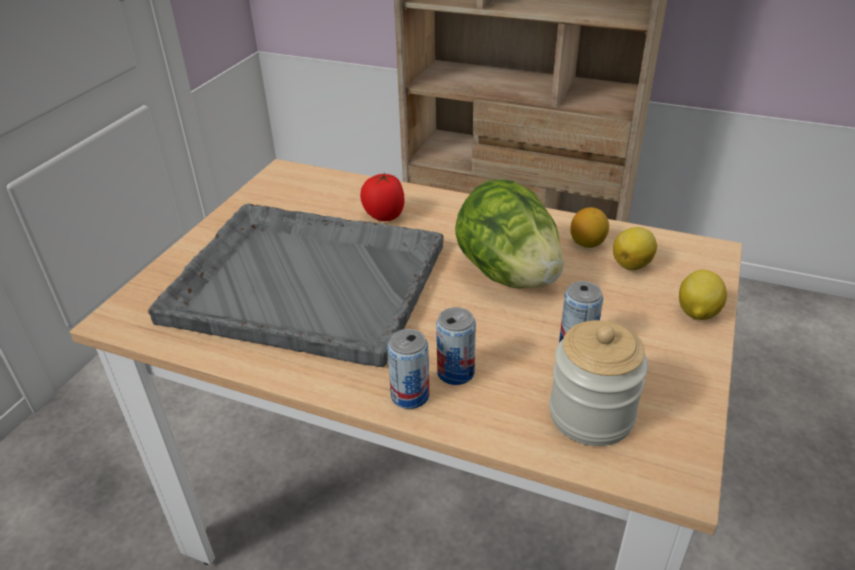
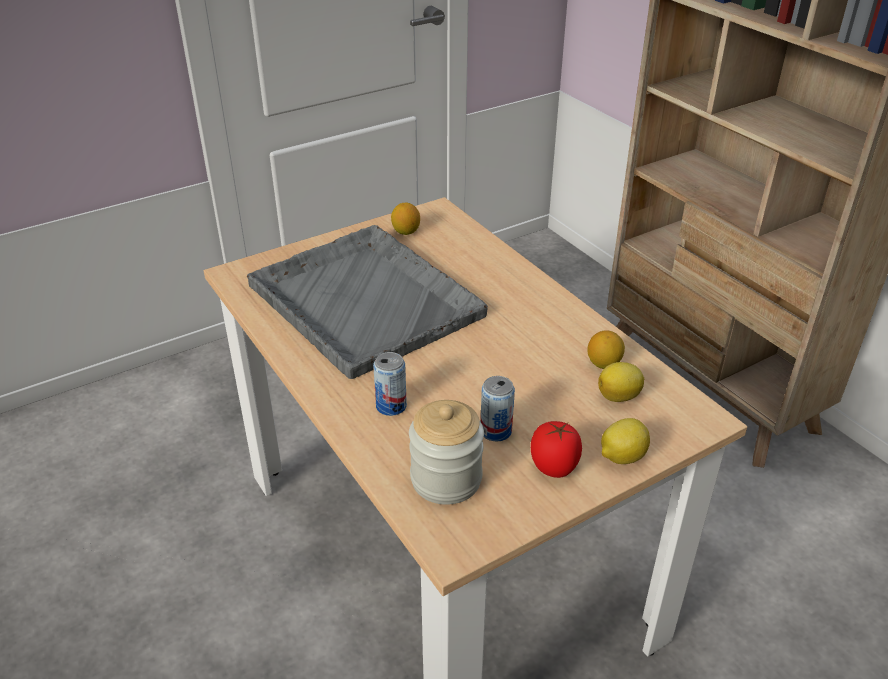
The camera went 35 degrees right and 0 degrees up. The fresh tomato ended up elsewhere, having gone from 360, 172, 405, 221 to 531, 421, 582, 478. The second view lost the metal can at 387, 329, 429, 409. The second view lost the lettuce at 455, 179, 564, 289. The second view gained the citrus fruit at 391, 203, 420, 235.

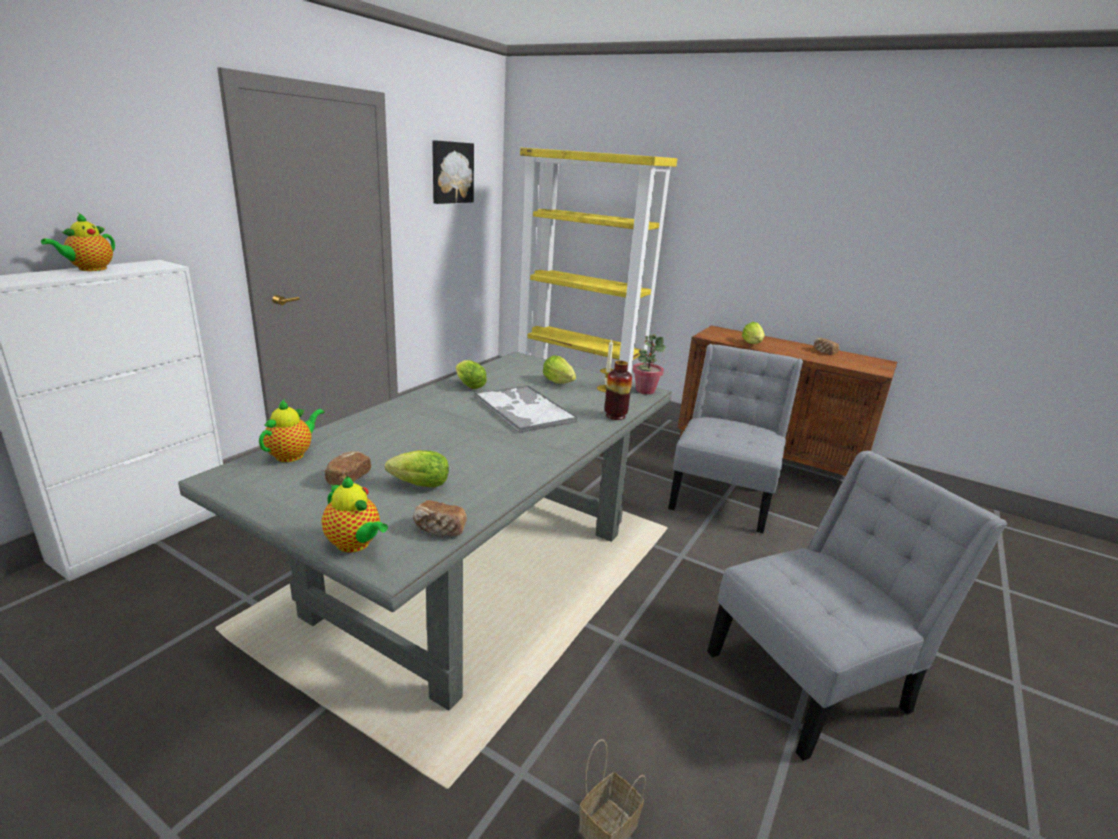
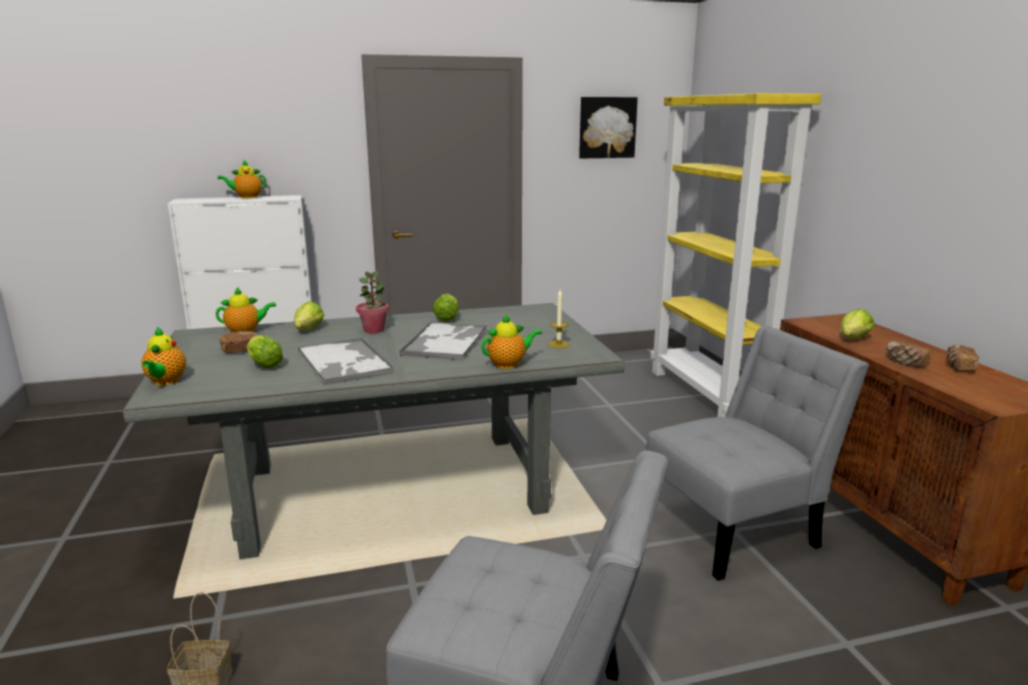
The camera went 45 degrees right and 5 degrees down. The baked bread ended up elsewhere, having gone from 413, 500, 467, 536 to 886, 341, 931, 367. The lettuce ended up elsewhere, having gone from 543, 355, 576, 384 to 294, 301, 324, 330. Where the decorative vase stood at 604, 361, 632, 420, the tea pot came to stand at 481, 314, 542, 369. The plant in a pot ended up elsewhere, having gone from 633, 334, 666, 394 to 356, 271, 389, 333. The second view gained the tray at 298, 338, 394, 385.

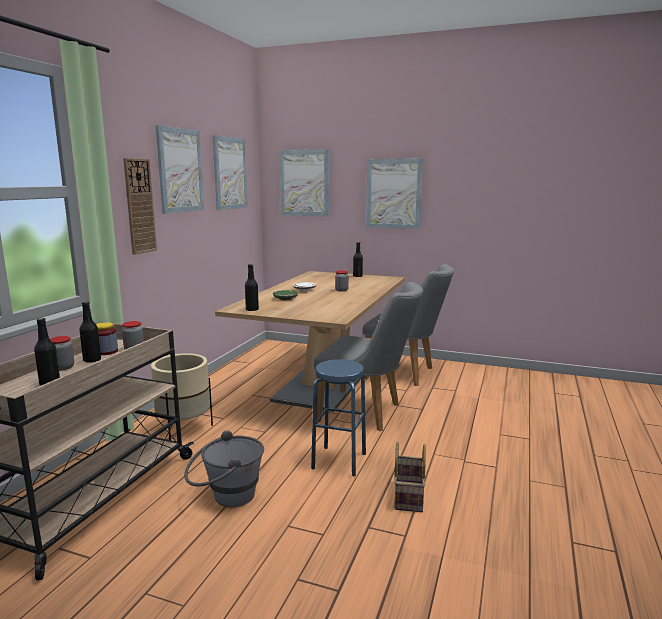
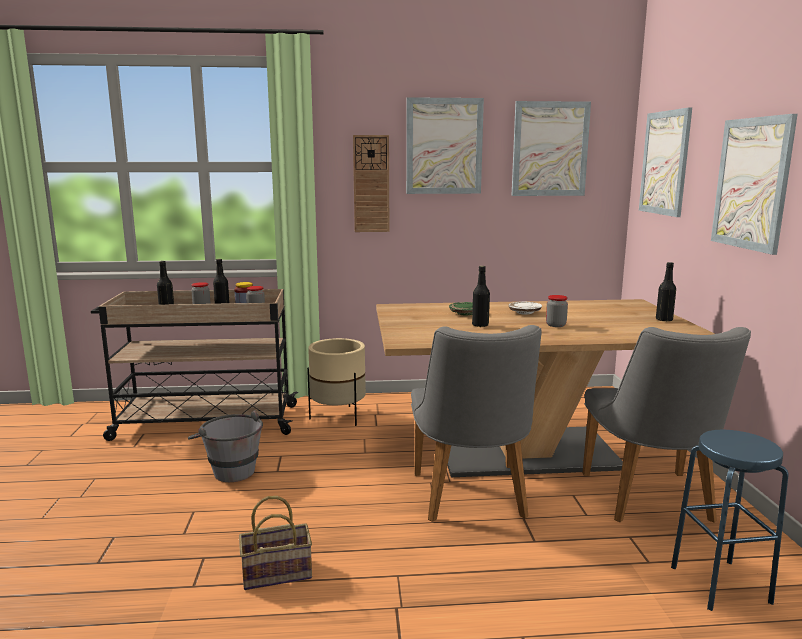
The camera went 65 degrees right and 0 degrees up. The drink bottle in blackish ended up elsewhere, having gone from 245, 264, 259, 311 to 472, 266, 490, 327. The stool in blue-coloured ended up elsewhere, having gone from 311, 359, 366, 476 to 671, 429, 789, 611.

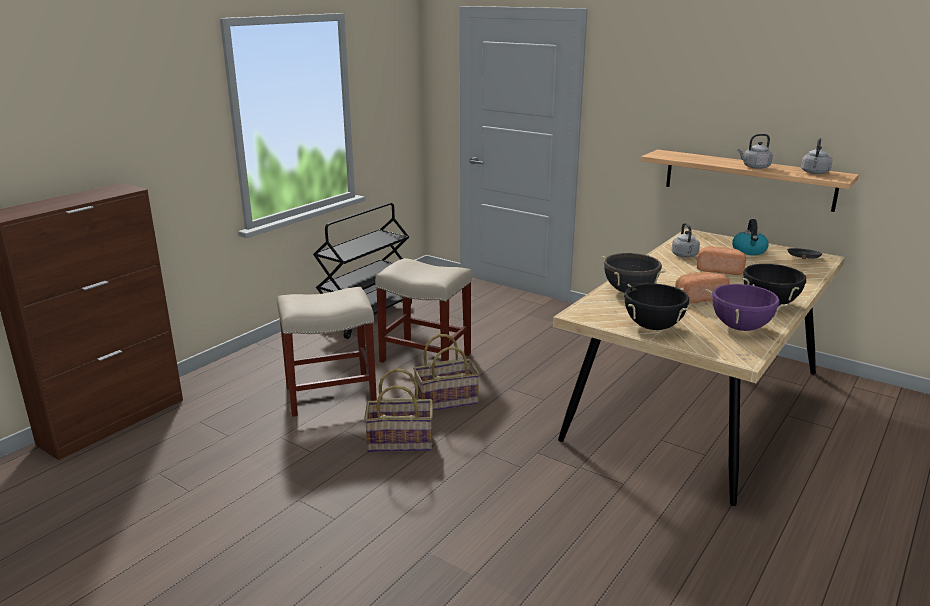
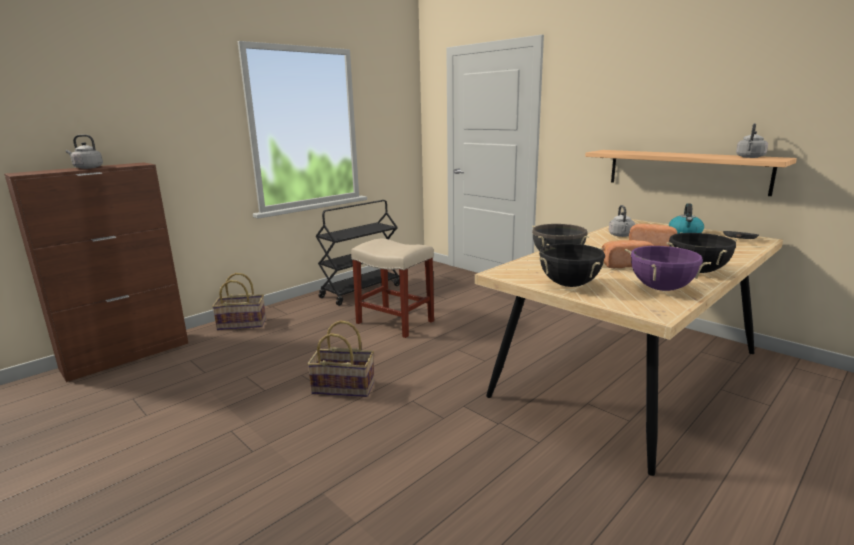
The camera went 10 degrees right and 5 degrees down. The second view lost the stool in sand-coloured at 277, 287, 377, 417. The household basket ended up elsewhere, having gone from 413, 334, 480, 411 to 212, 273, 266, 330. The tea kettle in gray ended up elsewhere, having gone from 738, 134, 773, 169 to 66, 134, 103, 169.

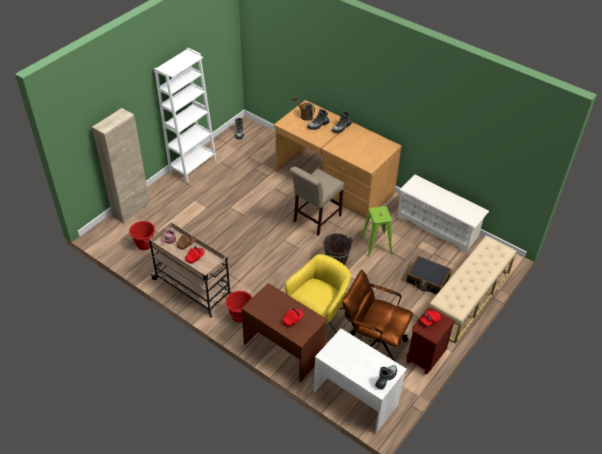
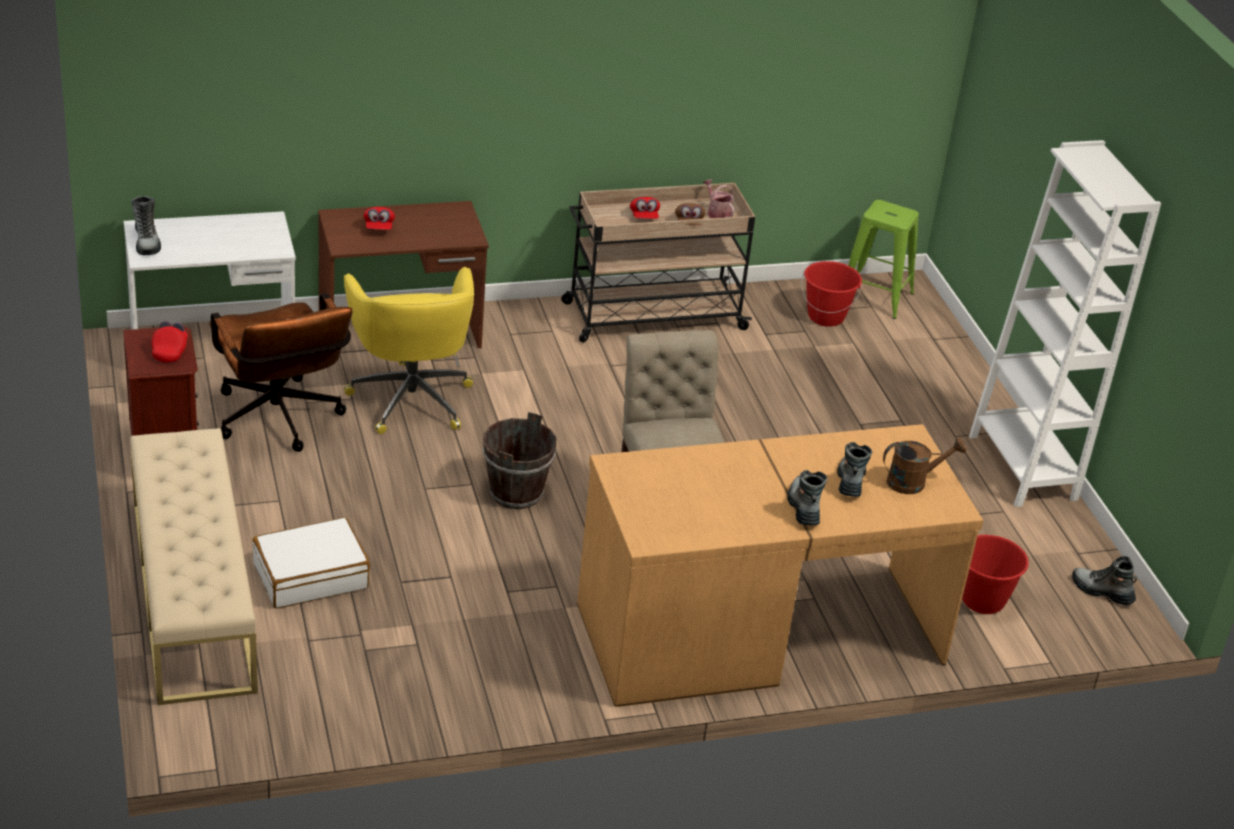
The camera went 125 degrees right and 10 degrees down. The second view lost the cabinet in sand-coloured at 92, 108, 150, 223. The pail in reddish ended up elsewhere, having gone from 225, 291, 253, 323 to 962, 535, 1029, 614. The computer chair in brown-coloured at 342, 270, 413, 361 ended up facing another way, 90 degrees clockwise from before. The stool in green ended up elsewhere, having gone from 361, 206, 392, 257 to 848, 200, 919, 319. The second view lost the shoe shelf in white at 397, 175, 489, 253. What was the piece of luggage in blackish at 406, 256, 451, 295 turned into the piece of luggage in white at 253, 517, 370, 609.

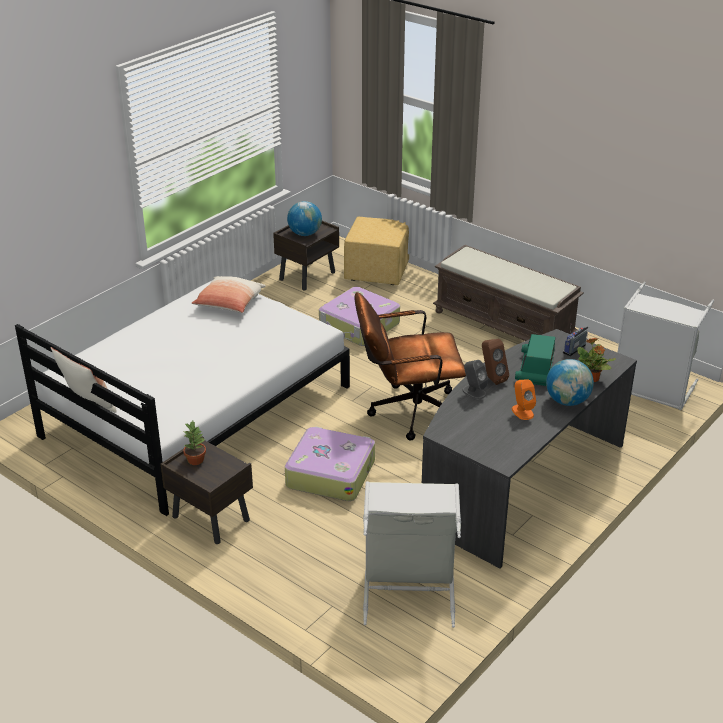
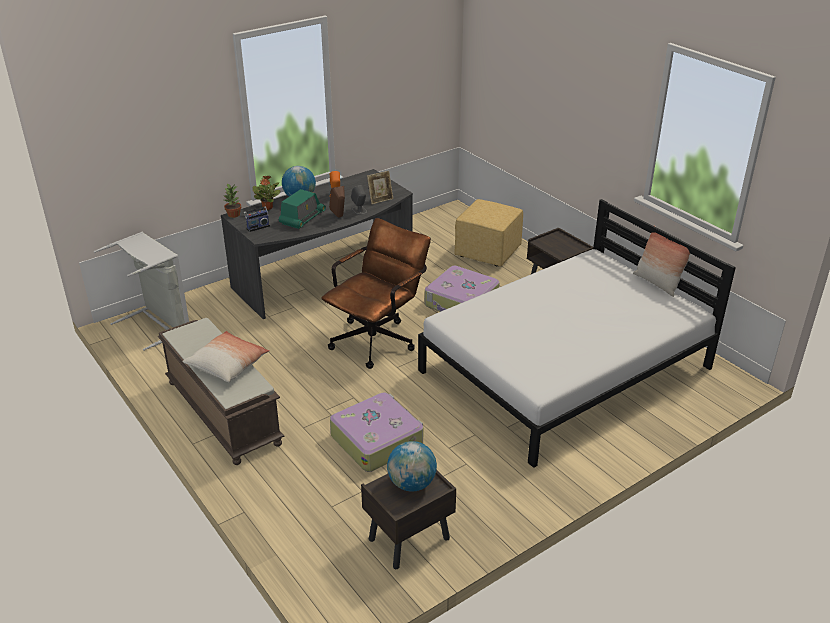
The camera went 165 degrees left and 0 degrees up. The plant in a pot ended up elsewhere, having gone from 183, 421, 206, 465 to 224, 183, 241, 218. The throw pillow ended up elsewhere, having gone from 192, 276, 266, 313 to 182, 331, 270, 382. The footrest in yellow ended up elsewhere, having gone from 344, 217, 409, 285 to 454, 199, 523, 266. The computer chair in brown-coloured at 354, 292, 466, 441 ended up facing another way, 60 degrees counterclockwise from before. The second view lost the hamper in gray at 363, 481, 461, 628. The second view gained the picture frame at 367, 171, 393, 204.

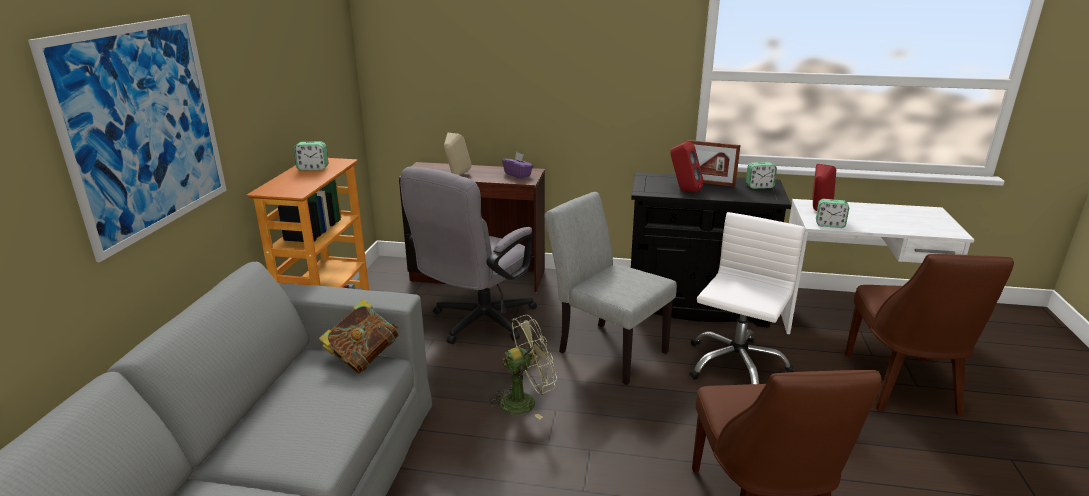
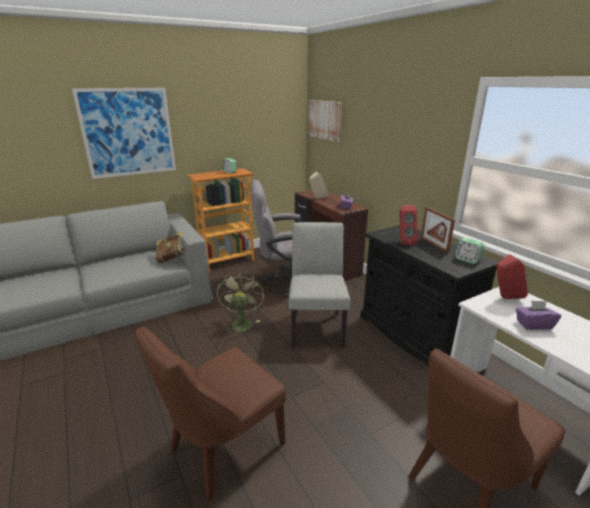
The camera went 50 degrees right and 0 degrees up. The cooling fan in green at 488, 315, 557, 419 ended up facing another way, 120 degrees counterclockwise from before. The second view lost the computer chair in white at 690, 212, 805, 384. The second view lost the bedside clock at 816, 199, 849, 228. The second view gained the wall picture at 308, 100, 342, 142. The second view gained the tissue holder in purple at 516, 300, 561, 330.

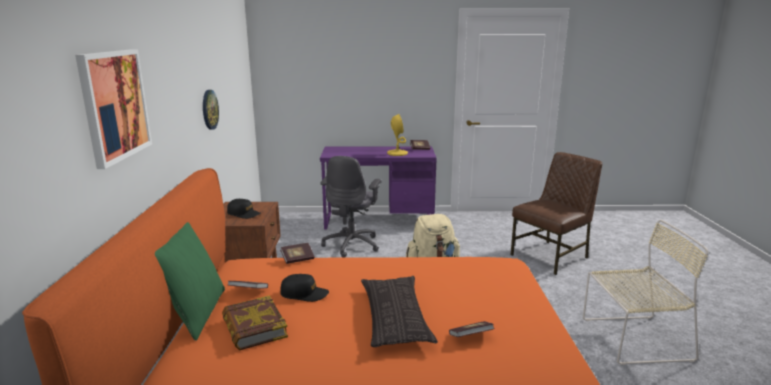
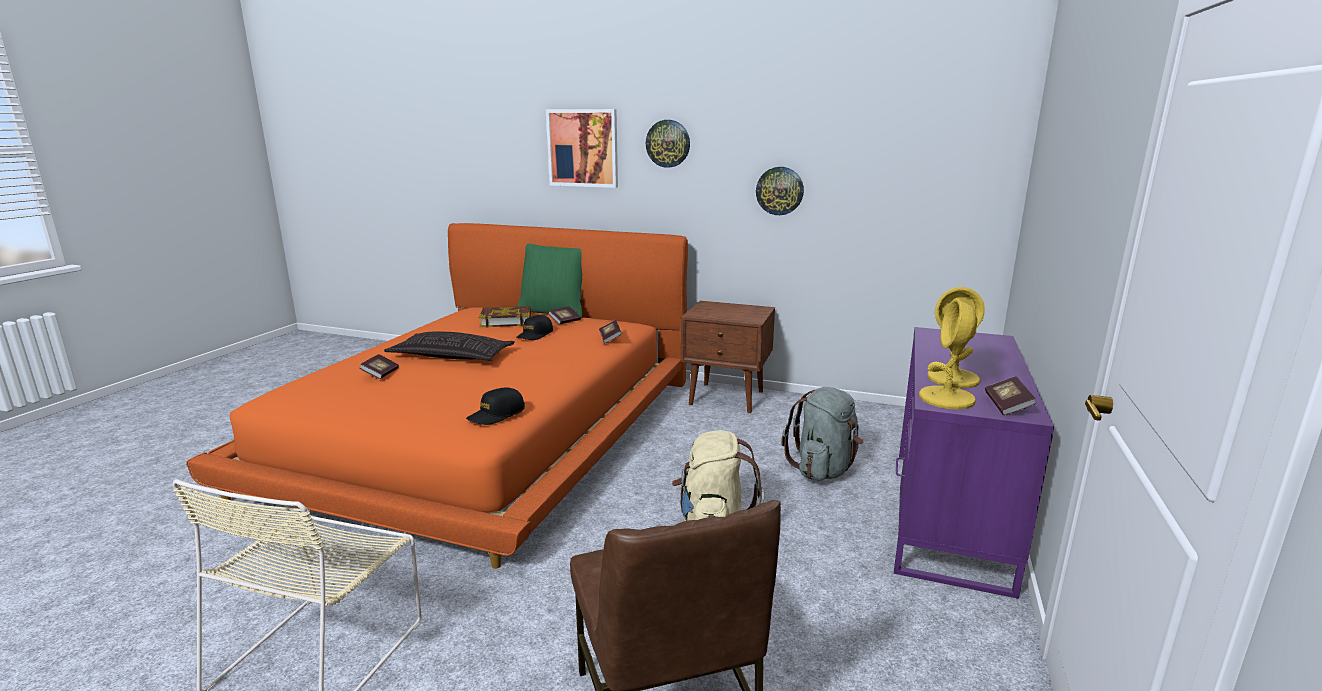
The camera went 110 degrees right and 0 degrees up. The peaked cap in blackish ended up elsewhere, having gone from 227, 199, 261, 219 to 466, 388, 525, 425. Where the computer chair in gray stood at 320, 156, 382, 258, the rucksack in gray came to stand at 781, 387, 863, 481. The second view gained the clock on the wall at 646, 120, 690, 168. The second view gained the lamp for a table in yellow at 919, 298, 978, 410.

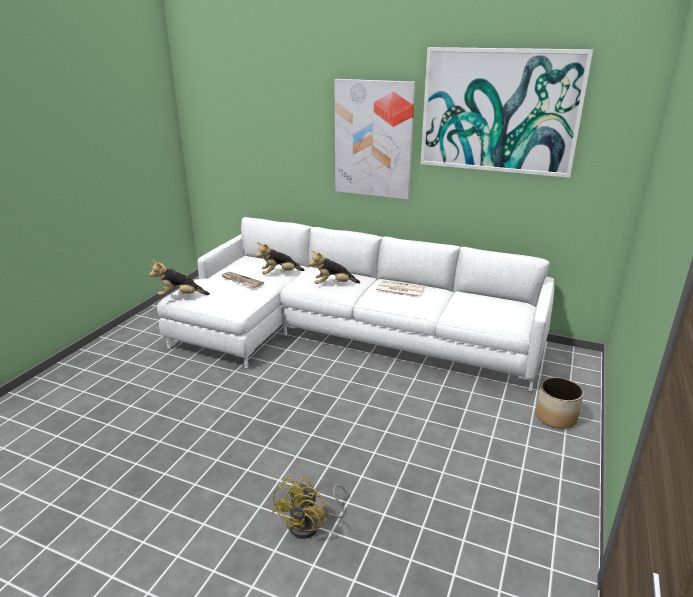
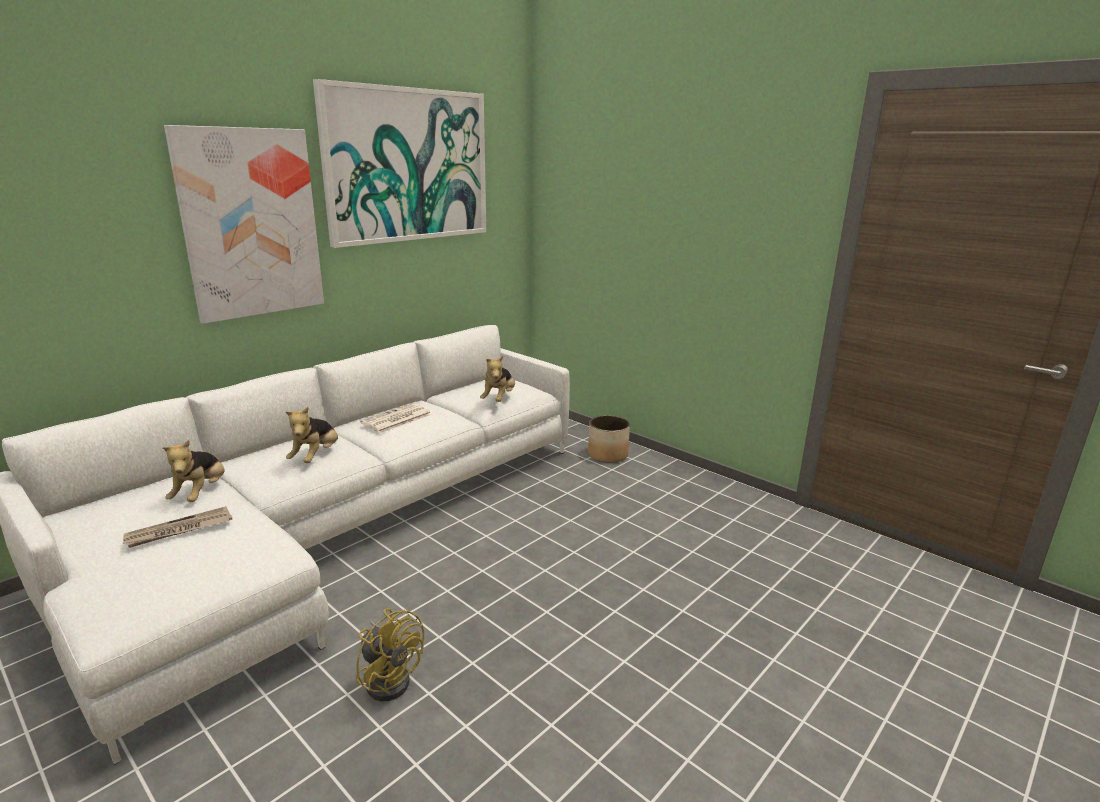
The camera went 70 degrees left and 5 degrees down. The cuddly toy ended up elsewhere, having gone from 149, 260, 210, 295 to 480, 356, 515, 402. The cooling fan in yellow ended up elsewhere, having gone from 272, 478, 348, 539 to 356, 608, 424, 701.

